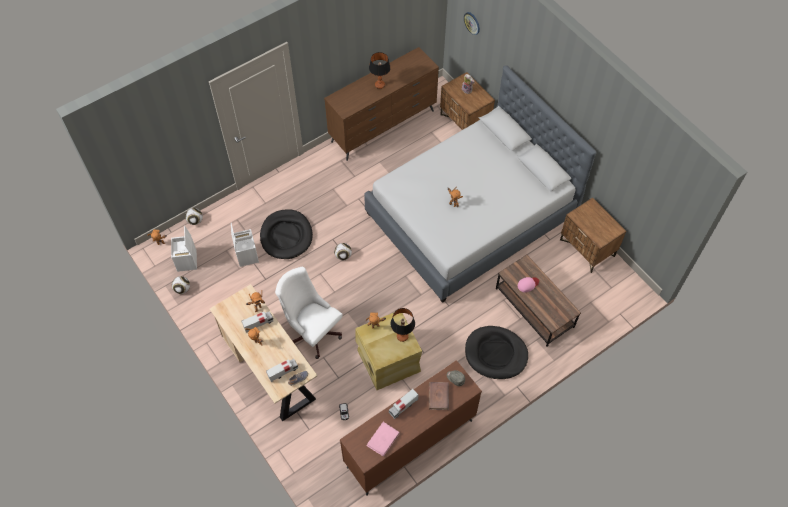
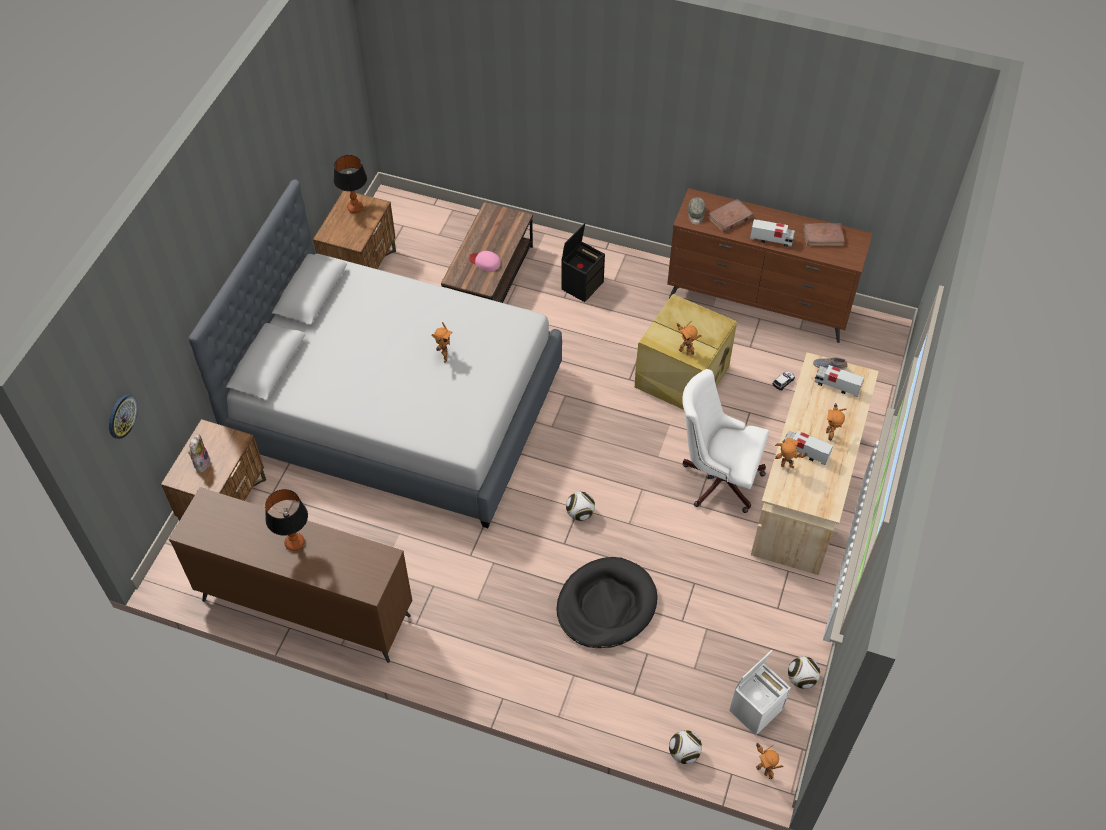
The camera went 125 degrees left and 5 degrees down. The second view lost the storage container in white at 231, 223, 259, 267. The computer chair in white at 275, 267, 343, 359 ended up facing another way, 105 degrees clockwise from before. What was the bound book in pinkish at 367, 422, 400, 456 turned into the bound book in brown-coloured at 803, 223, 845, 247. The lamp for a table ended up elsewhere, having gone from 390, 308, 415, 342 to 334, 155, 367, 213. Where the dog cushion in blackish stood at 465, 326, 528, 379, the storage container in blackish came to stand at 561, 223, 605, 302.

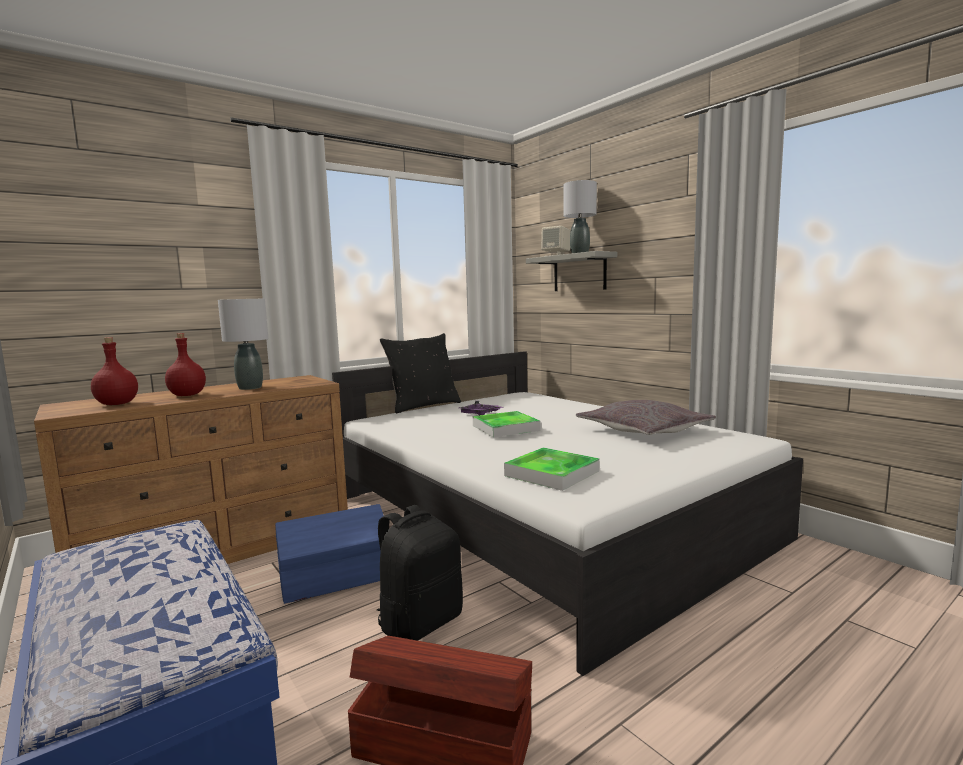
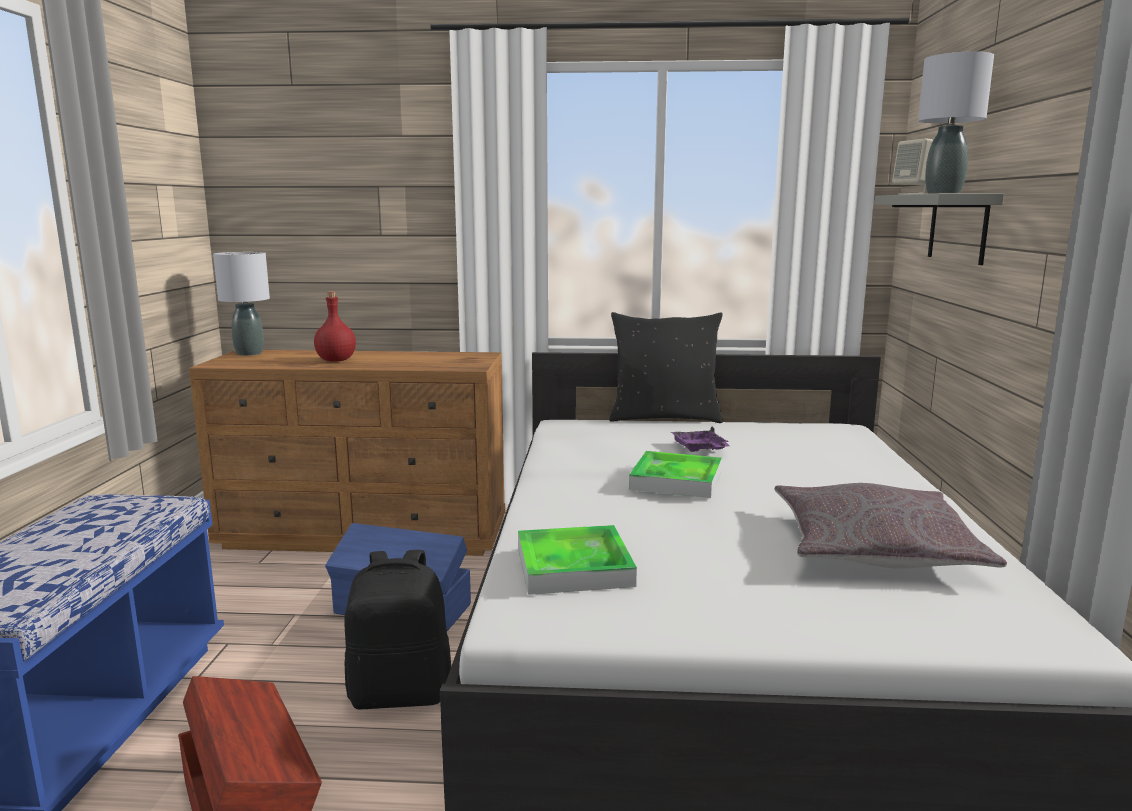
The camera went 40 degrees right and 5 degrees up. The second view lost the drink bottle in reddish at 91, 337, 138, 405. The lamp for a table in gray ended up elsewhere, having gone from 218, 299, 268, 390 to 213, 252, 270, 356.

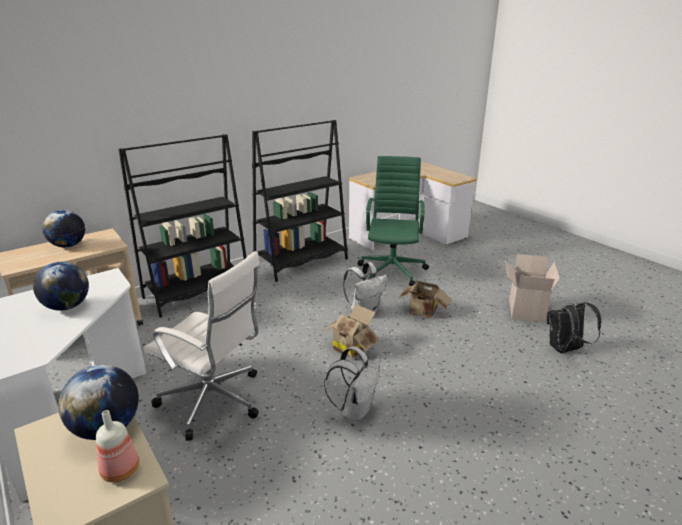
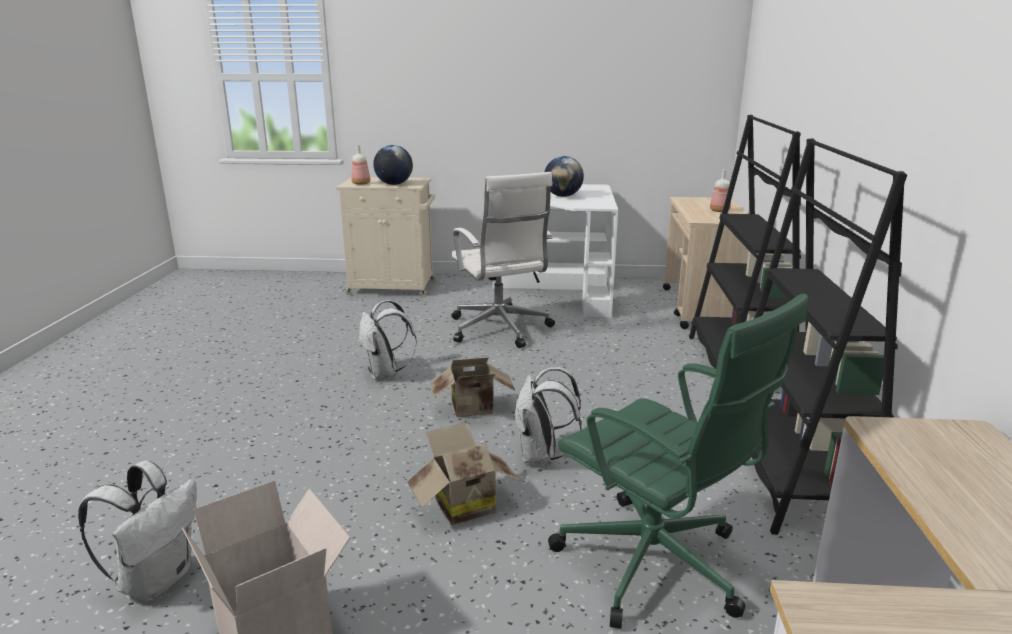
The camera went 130 degrees right and 5 degrees down. Where the globe stood at 43, 210, 85, 248, the drink bottle came to stand at 710, 169, 731, 212. The computer chair in white at 143, 251, 260, 441 ended up facing another way, 90 degrees counterclockwise from before. What was the rucksack in blackish at 547, 302, 601, 353 turned into the rucksack in white at 78, 460, 197, 601.

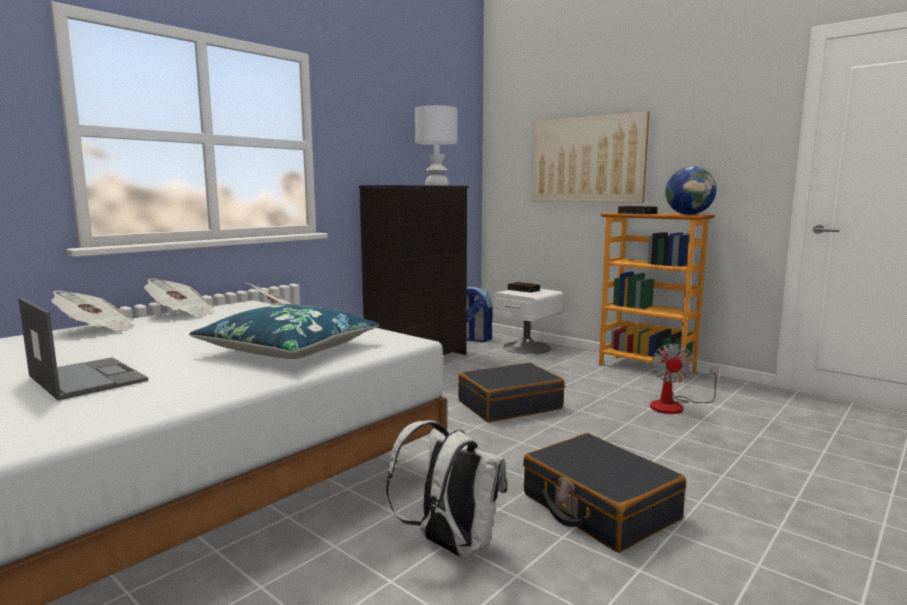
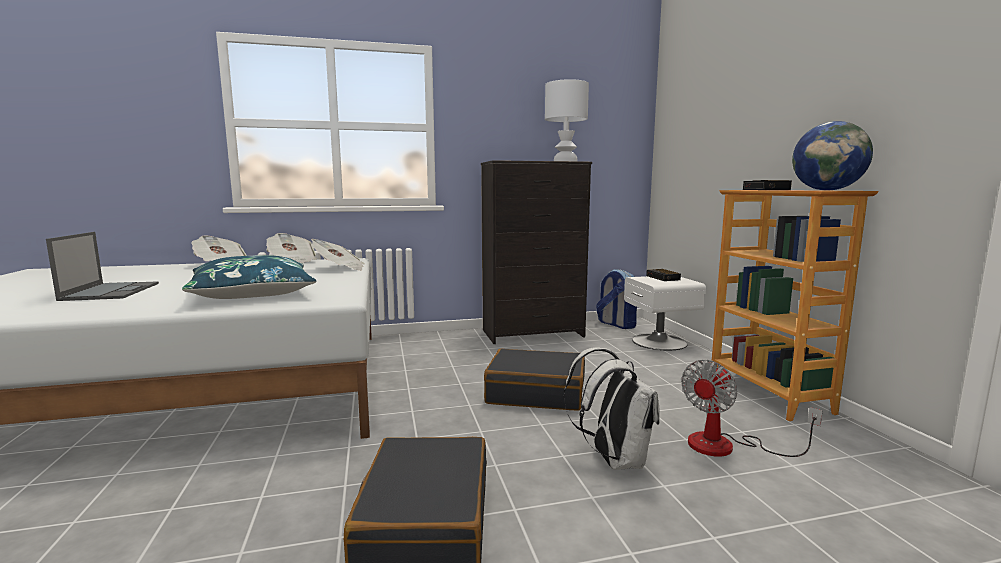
The camera went 35 degrees right and 0 degrees up. The rucksack in white ended up elsewhere, having gone from 386, 421, 507, 558 to 563, 347, 660, 470. The second view lost the wall picture at 532, 111, 650, 203.

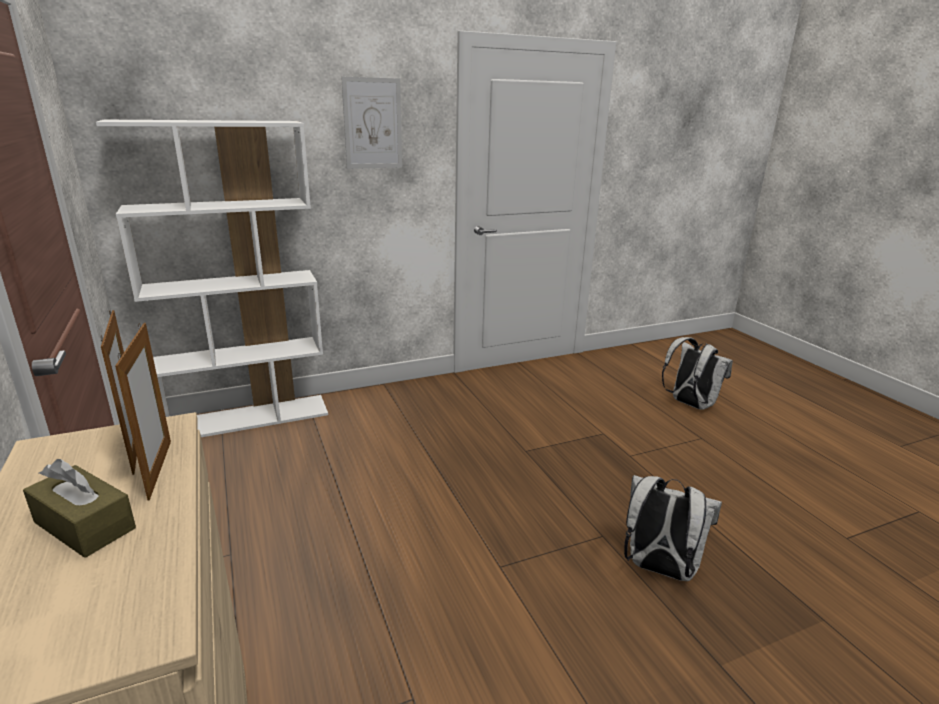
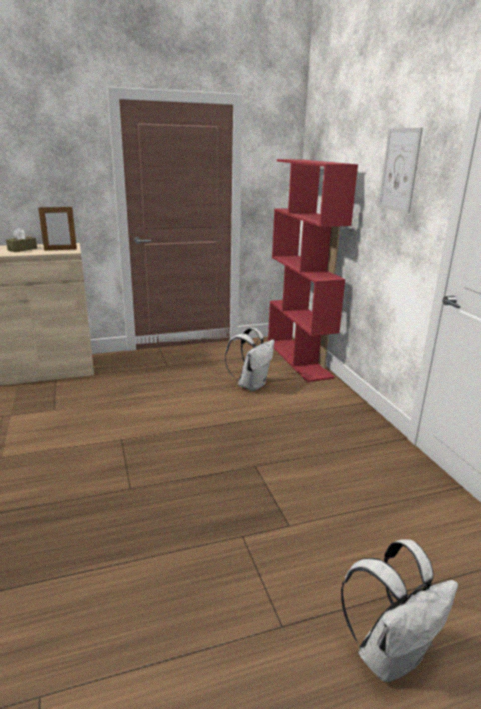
The camera went 95 degrees right and 0 degrees up. What was the bookshelf in white at 96, 120, 328, 437 turned into the bookshelf in reddish at 268, 159, 358, 382. The second view lost the picture frame at 115, 323, 171, 500. The rucksack in white ended up elsewhere, having gone from 624, 475, 722, 581 to 225, 328, 274, 391.

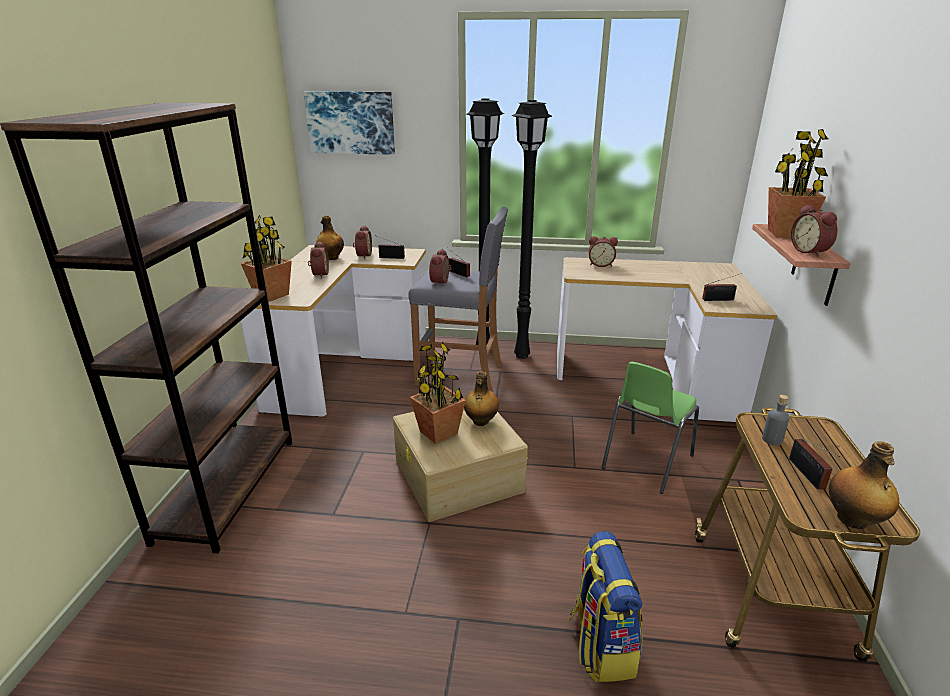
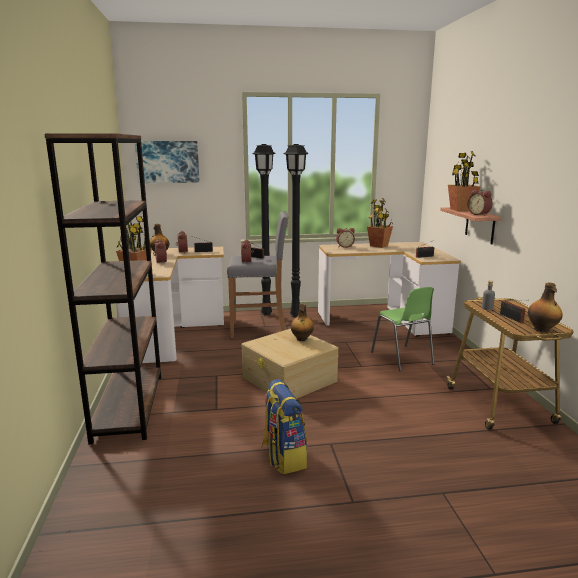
The camera went 15 degrees left and 10 degrees down. The plant in a pot ended up elsewhere, having gone from 410, 342, 466, 444 to 367, 198, 393, 248. The rucksack ended up elsewhere, having gone from 568, 531, 643, 682 to 261, 379, 308, 474. The upright chair in green at 601, 362, 699, 494 ended up facing another way, 45 degrees counterclockwise from before.

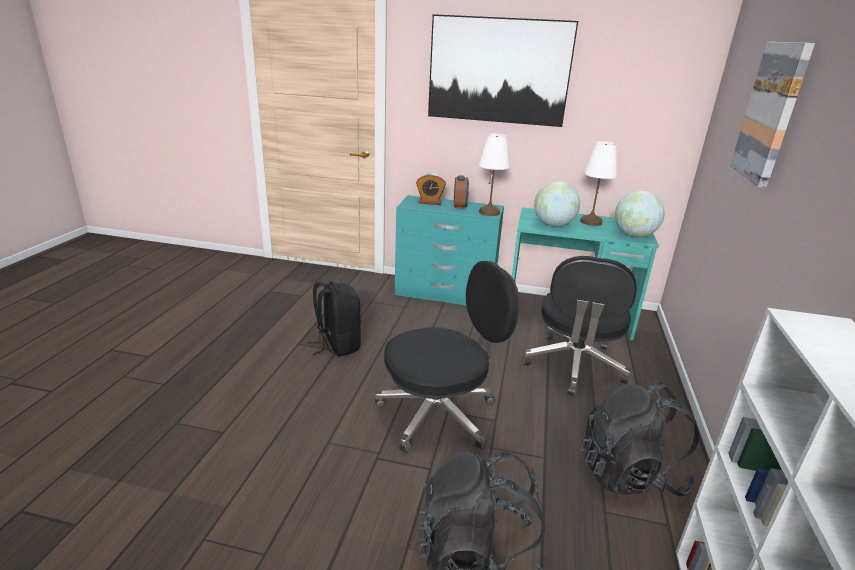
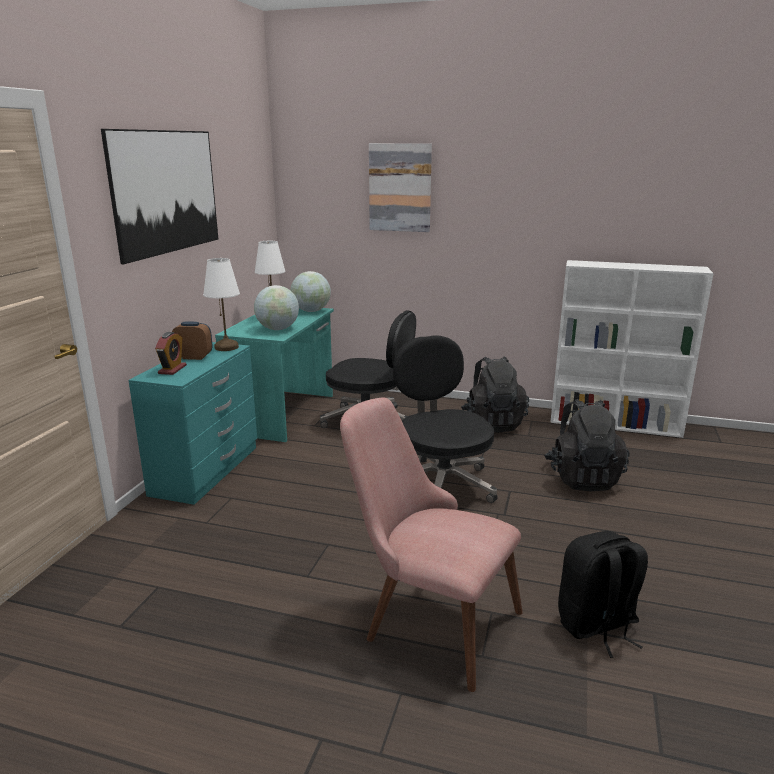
The camera went 85 degrees left and 5 degrees down. The rucksack in blackish ended up elsewhere, having gone from 308, 281, 361, 357 to 558, 531, 648, 658. The second view gained the upright chair in pinkish at 340, 397, 523, 692.

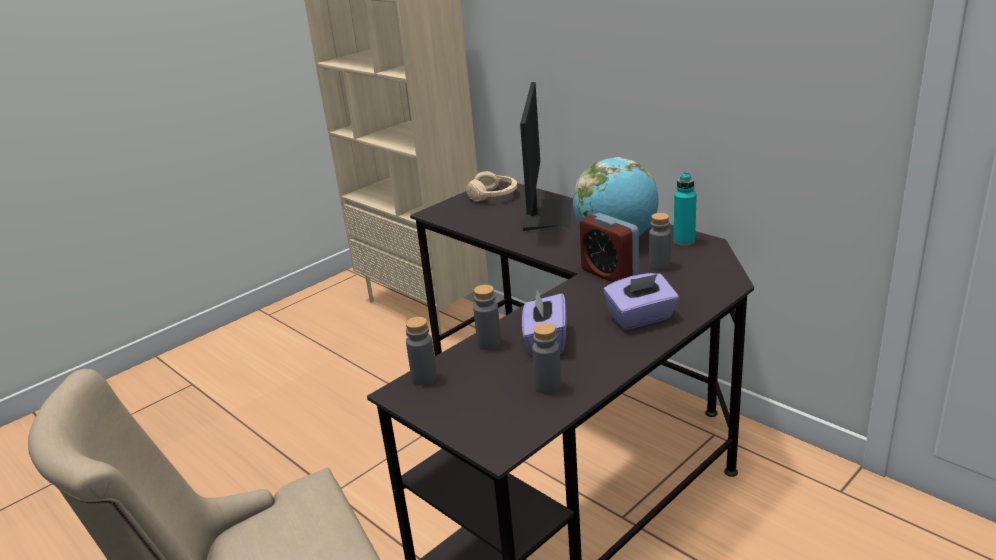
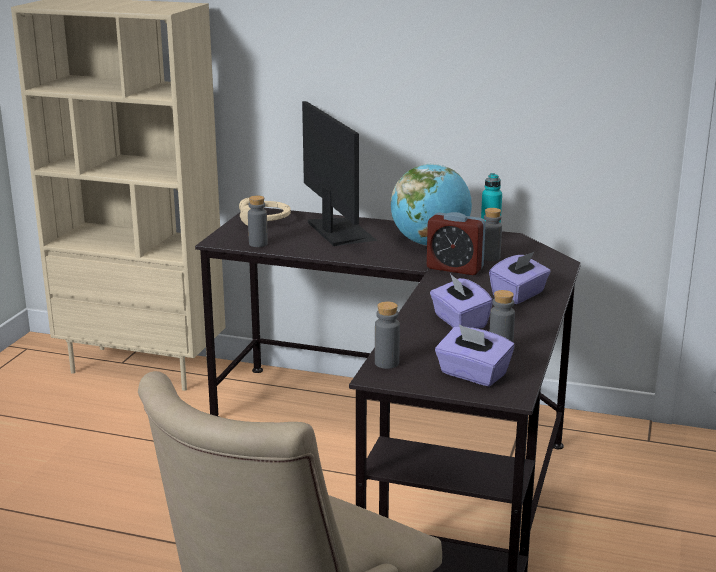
The camera went 30 degrees left and 5 degrees down. The drink bottle in gray ended up elsewhere, having gone from 473, 285, 501, 350 to 248, 196, 268, 247. The second view gained the tissue holder in purple at 435, 324, 515, 387.

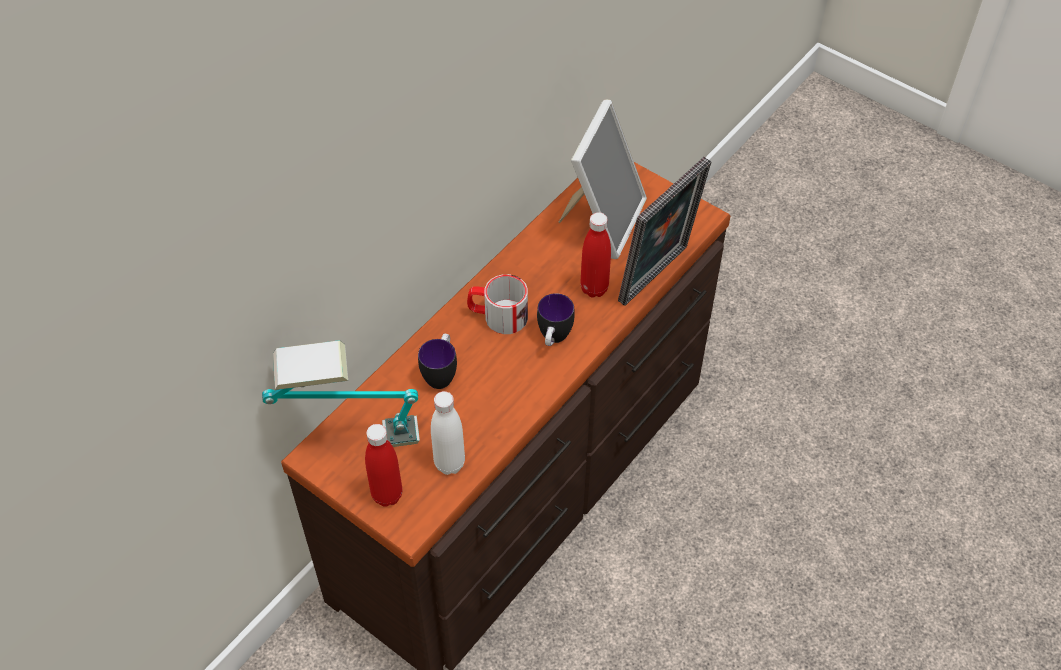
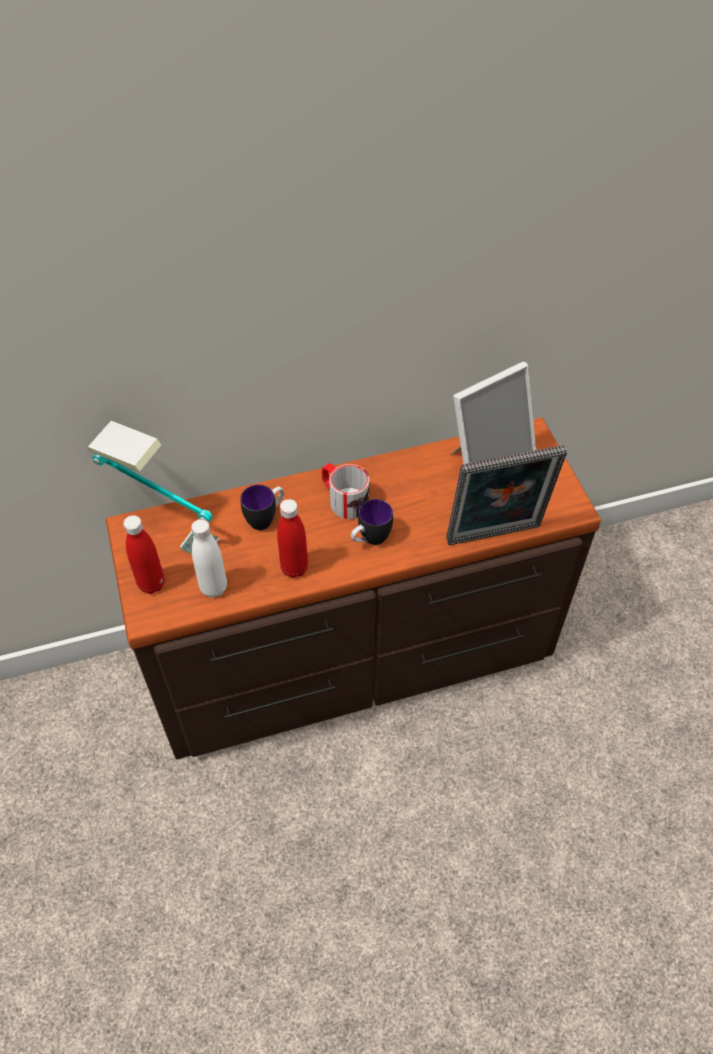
The camera went 35 degrees right and 0 degrees up. The drink bottle in reddish ended up elsewhere, having gone from 580, 212, 611, 298 to 277, 499, 308, 578.

